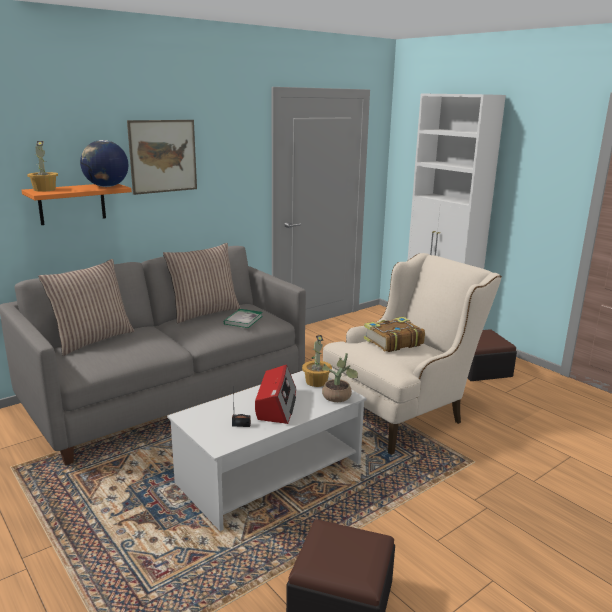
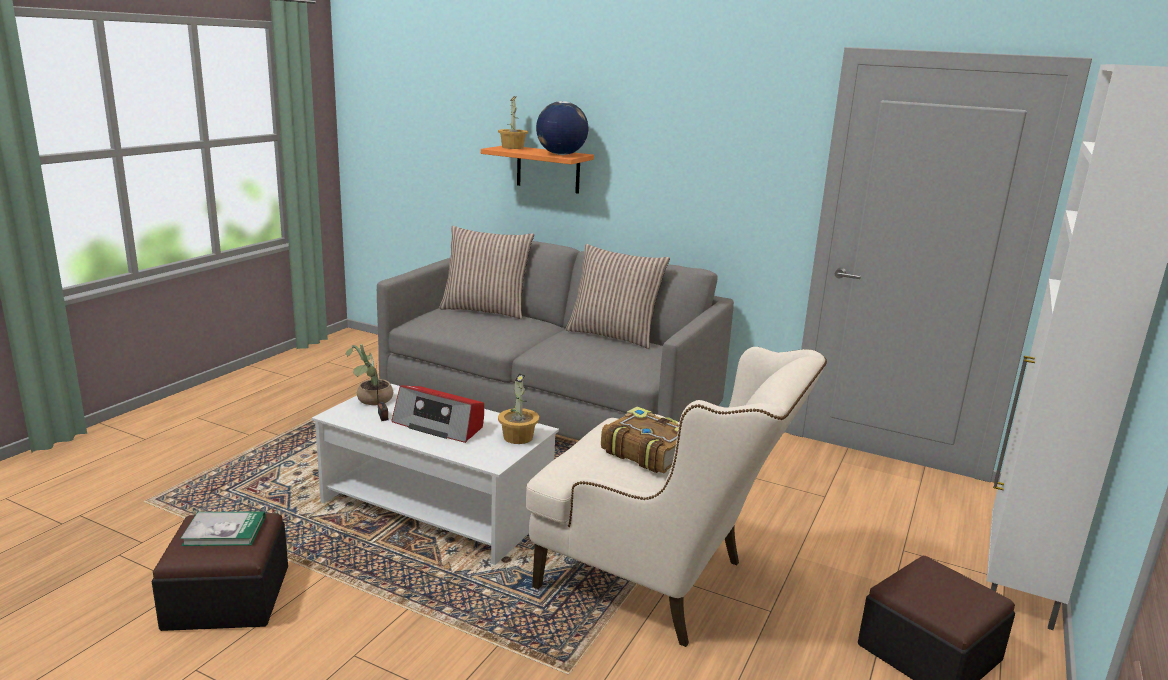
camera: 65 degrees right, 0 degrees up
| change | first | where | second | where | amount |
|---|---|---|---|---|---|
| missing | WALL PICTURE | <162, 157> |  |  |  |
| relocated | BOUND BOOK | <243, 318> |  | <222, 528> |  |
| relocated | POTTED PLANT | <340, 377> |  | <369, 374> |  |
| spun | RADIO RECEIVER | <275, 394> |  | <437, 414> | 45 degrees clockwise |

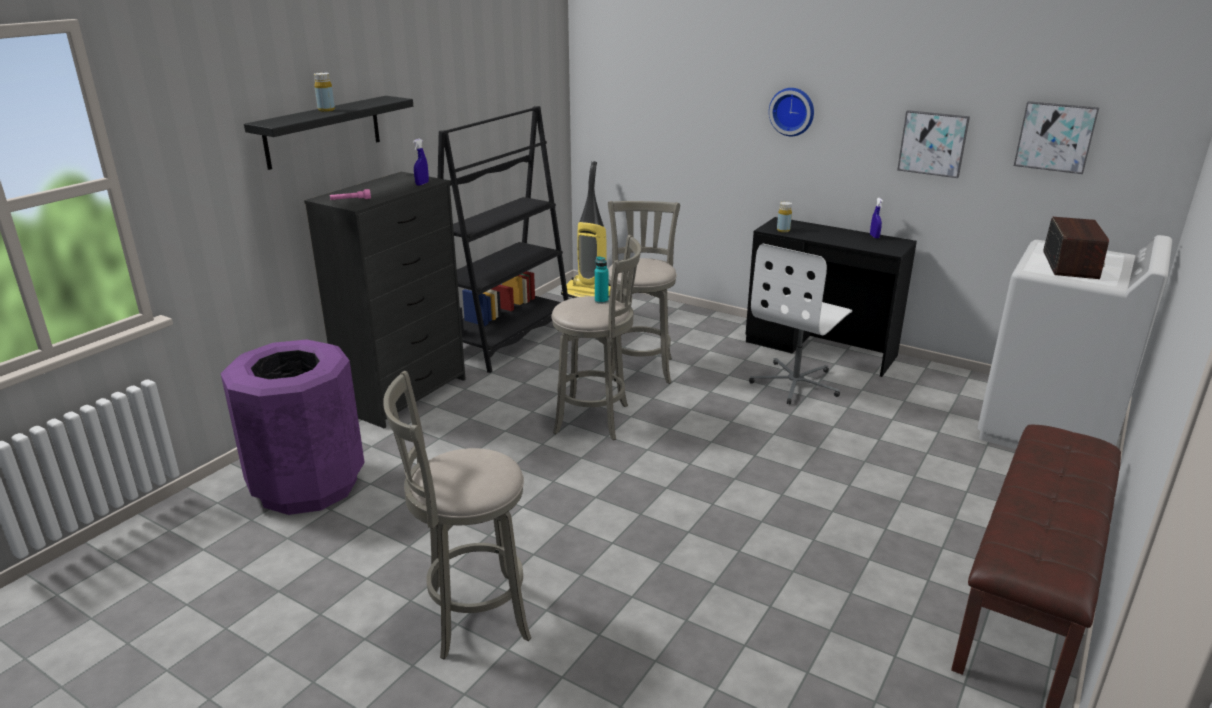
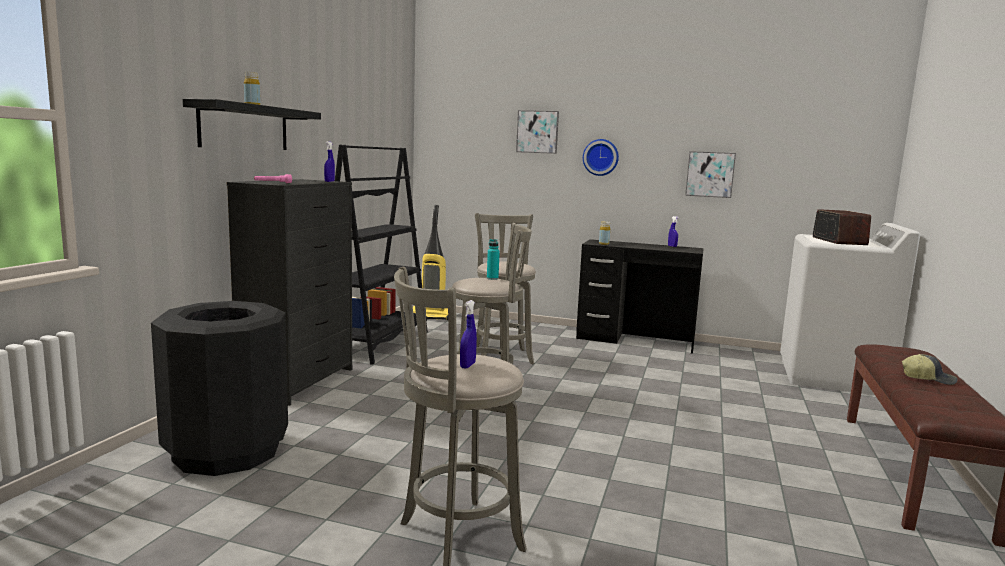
camera: 15 degrees left, 15 degrees down
| change | first | where | second | where | amount |
|---|---|---|---|---|---|
| relocated | WALL PICTURE | <1056, 137> |  | <537, 132> |  |
| missing | WHITE OFFICE CHAIR | <800, 324> |  |  |  |
| colour | PURPLE RUBBISH BIN | <292, 427> | BLACK RUBBISH BIN | <219, 388> |  |
| appeared |  |  | BLUISH HAND SPRAYER | <468, 334> |  |
| appeared |  |  | PEAKED CAP | <930, 369> |  |

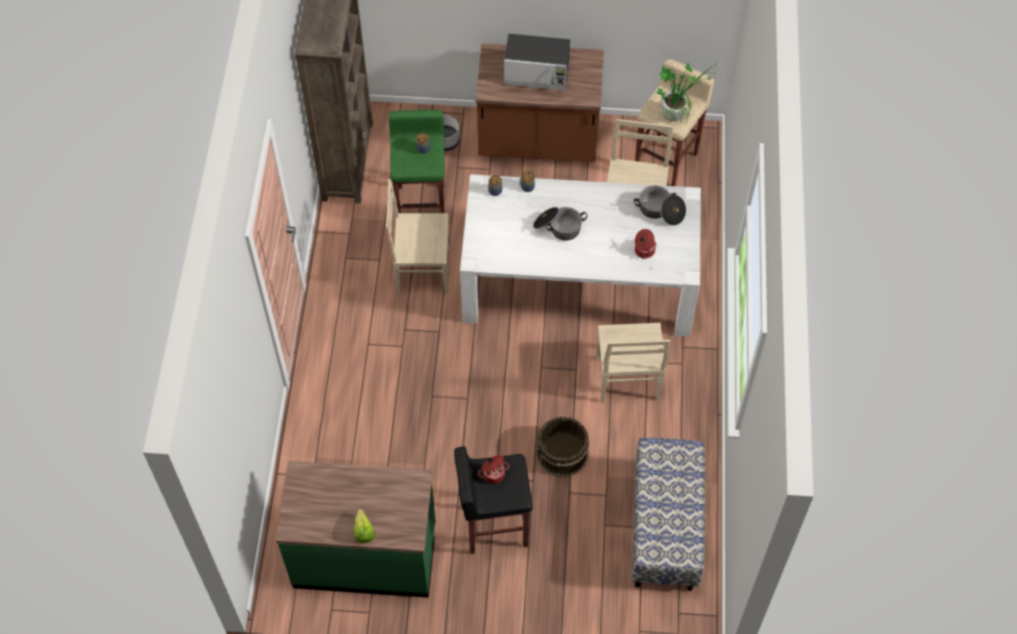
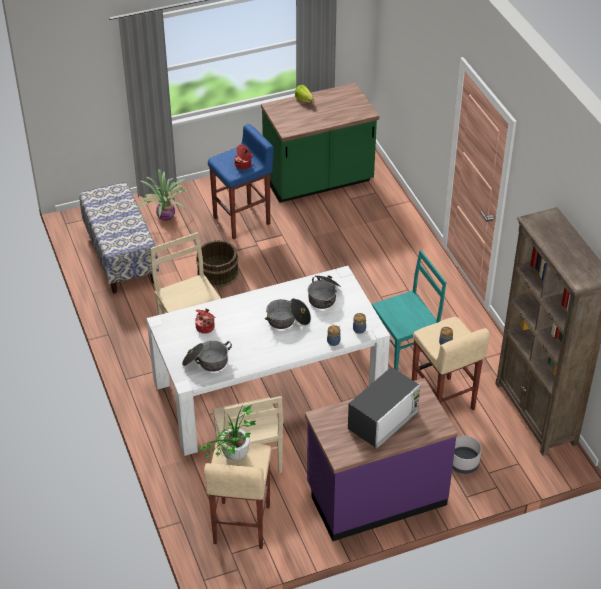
camera: 155 degrees right, 15 degrees down
| change | first | where | second | where | amount |
|---|---|---|---|---|---|
| spun | KITCHEN MICROWAVE | <537, 62> |  | <384, 407> | 150 degrees clockwise |
| colour | BROWN KITCHEN BASE UNIT | <540, 102> | PURPLE KITCHEN BASE UNIT | <381, 459> |  |
| colour | GREEN-COLOURED STOOL | <416, 161> | BEIGE STOOL | <451, 363> |  |
| colour | BEIGE CHAIR | <417, 236> | TURQUOISE CHAIR | <409, 310> |  |
| colour | BLACK STOOL | <493, 500> | BLUISH STOOL | <241, 181> |  |
| appeared |  |  | POTTED PLANT | <163, 195> |  |
| appeared |  |  | COOKING POT | <324, 292> |  |

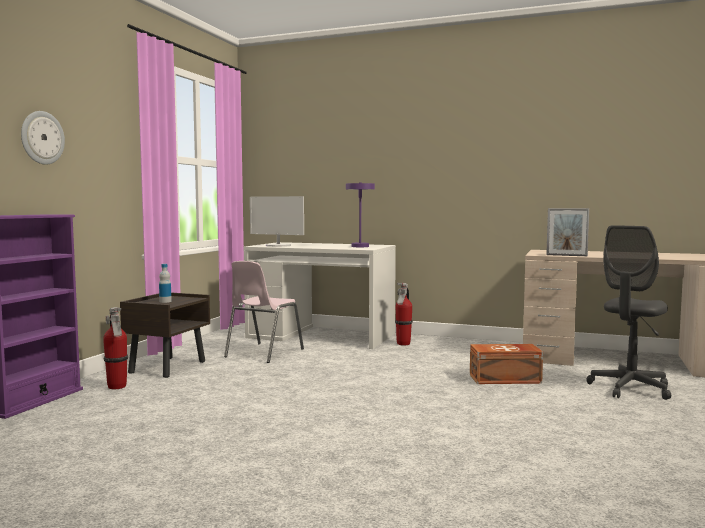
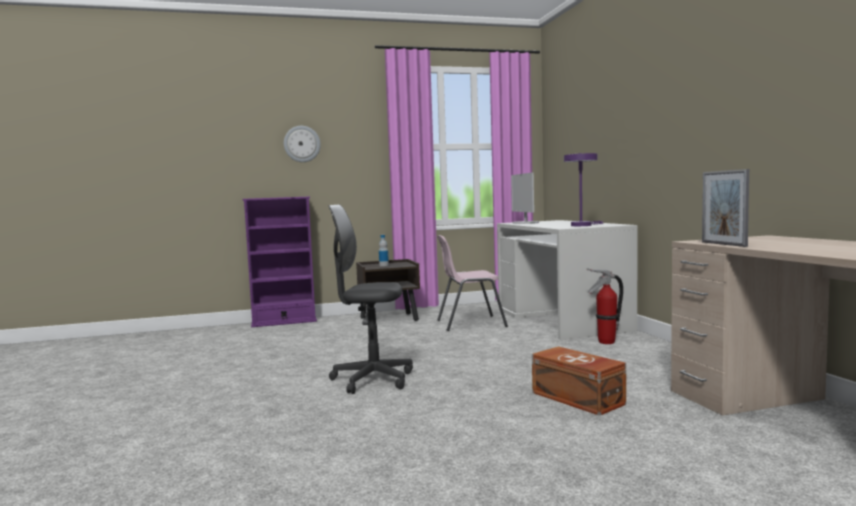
camera: 55 degrees right, 0 degrees up
| change | first | where | second | where | amount |
|---|---|---|---|---|---|
| relocated | GRAY OFFICE CHAIR | <628, 312> |  | <371, 299> |  |
| missing | FIRE-FIGHTING CYLINDER | <115, 348> |  |  |  |

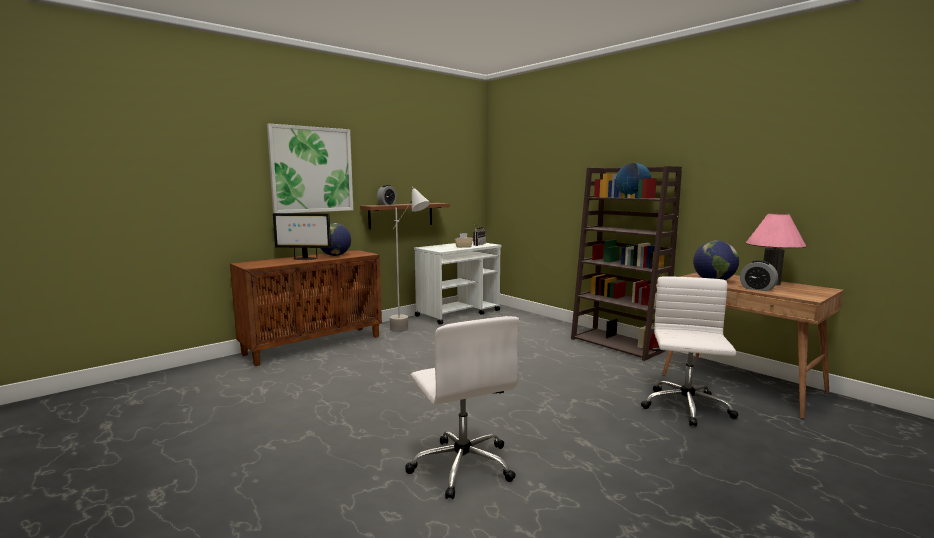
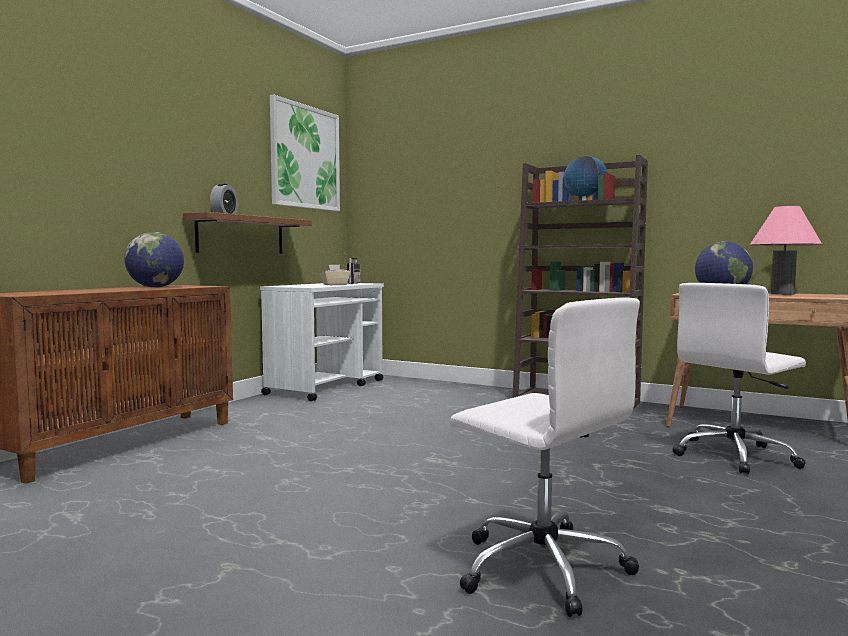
camera: 20 degrees left, 5 degrees down
| change | first | where | second | where | amount |
|---|---|---|---|---|---|
| relocated | WALL PICTURE | <310, 168> |  | <305, 153> |  |
| missing | GRAY STANDING LAMP | <410, 259> |  |  |  |
| missing | COMPUTER SCREEN | <302, 236> |  |  |  |
| missing | ALARM CLOCK | <759, 276> |  |  |  |
| spun | WHITE OFFICE CHAIR | <690, 351> |  | <739, 378> | 120 degrees counterclockwise |

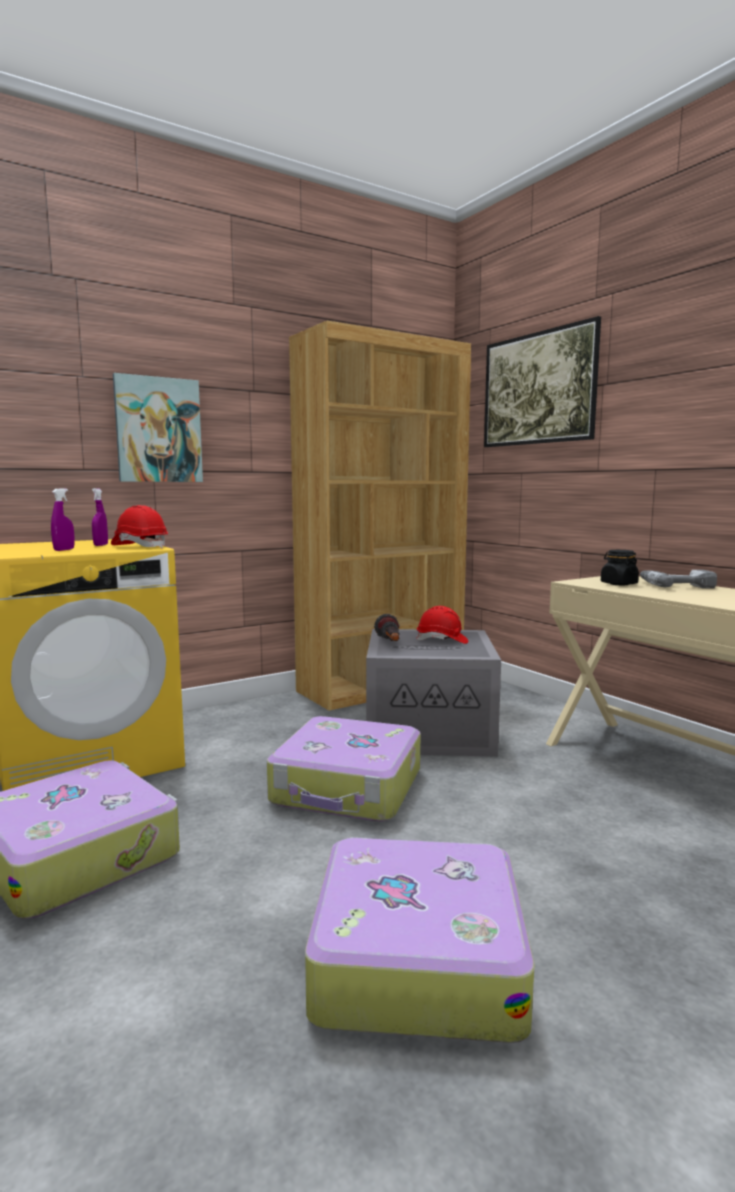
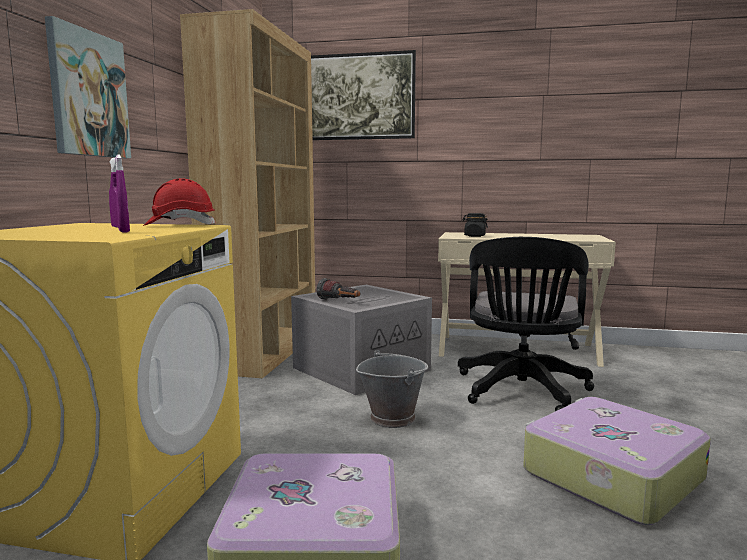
camera: 45 degrees left, 0 degrees up
| change | first | where | second | where | amount |
|---|---|---|---|---|---|
| missing | DRILL | <678, 579> |  |  |  |
| missing | RED-COLOURED WORK HELMET | <442, 625> |  |  |  |
| exchanged | SUITCASE | <344, 769> | GRAY WATER BUCKET | <392, 389> |  |
| appeared |  |  | BLACK OFFICE CHAIR | <526, 324> |  |

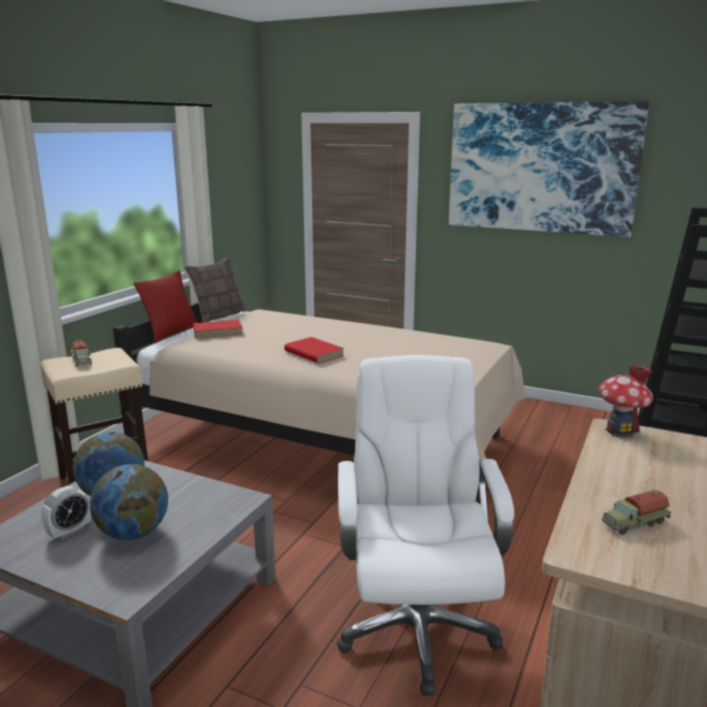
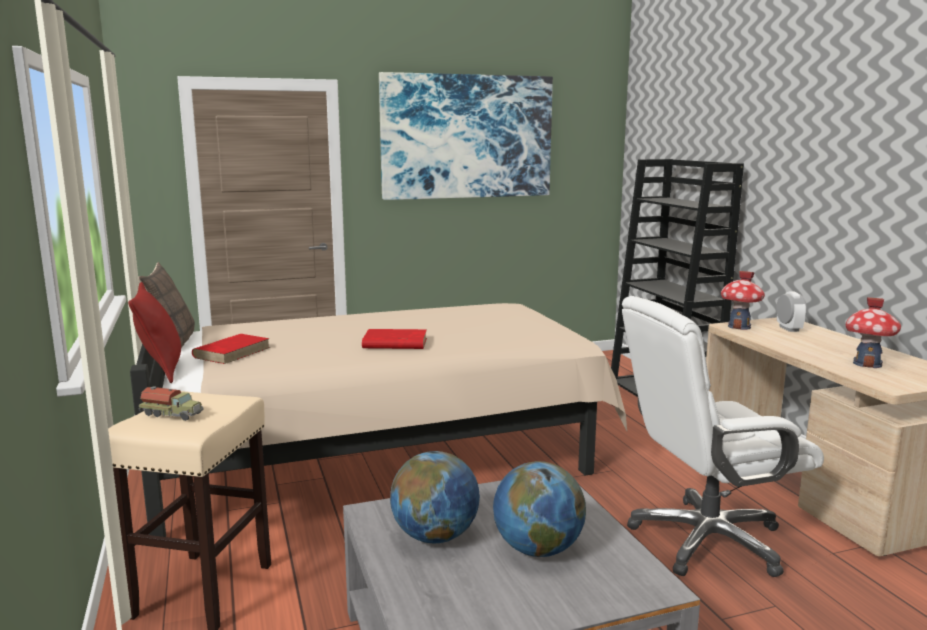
camera: 45 degrees left, 5 degrees down
| change | first | where | second | where | amount |
|---|---|---|---|---|---|
| spun | WHITE OFFICE CHAIR | <425, 525> |  | <723, 436> | 60 degrees counterclockwise |
| relocated | ALARM CLOCK | <66, 513> |  | <791, 311> |  |
| exchanged | TOY LORRY | <636, 512> | MINIATURE HOUSE | <873, 332> |  |

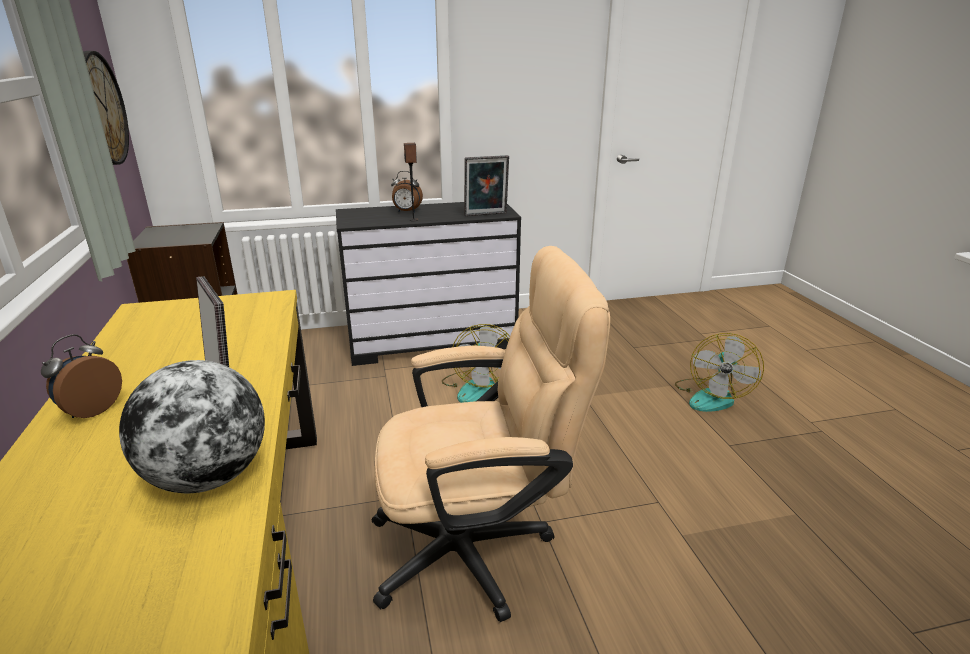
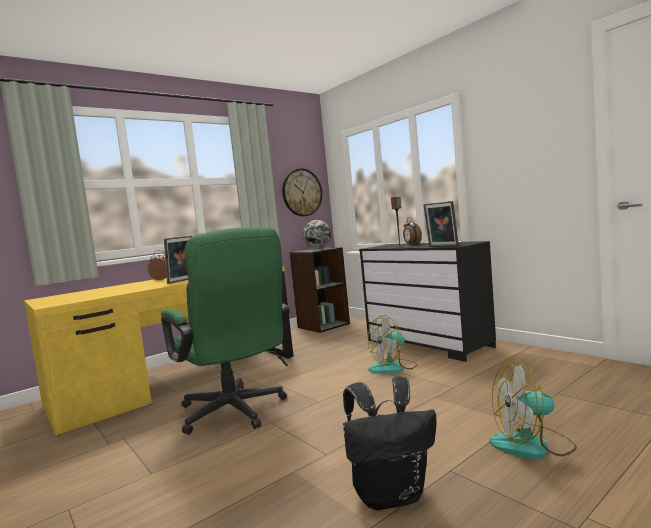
camera: 65 degrees right, 20 degrees down
| change | first | where | second | where | amount |
|---|---|---|---|---|---|
| colour | BEIGE OFFICE CHAIR | <491, 434> | GREEN-COLOURED OFFICE CHAIR | <225, 331> |  |
| relocated | GLOBE | <192, 427> |  | <317, 234> |  |
| appeared |  |  | BLACK RUCKSACK | <389, 443> |  |

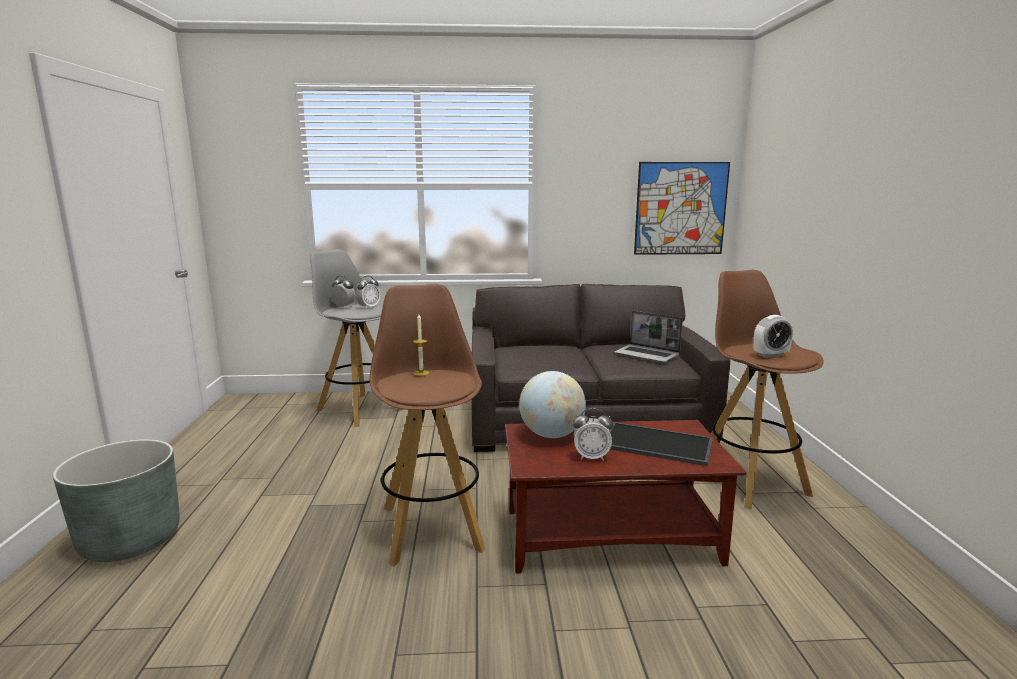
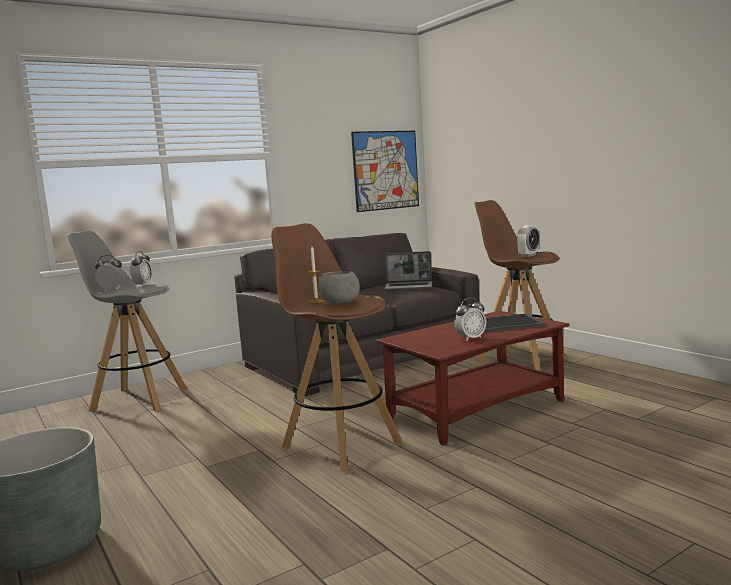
camera: 30 degrees left, 5 degrees down
| change | first | where | second | where | amount |
|---|---|---|---|---|---|
| missing | GLOBE | <552, 404> |  |  |  |
| appeared |  |  | GRAY DEEP DISH | <339, 287> |  |

